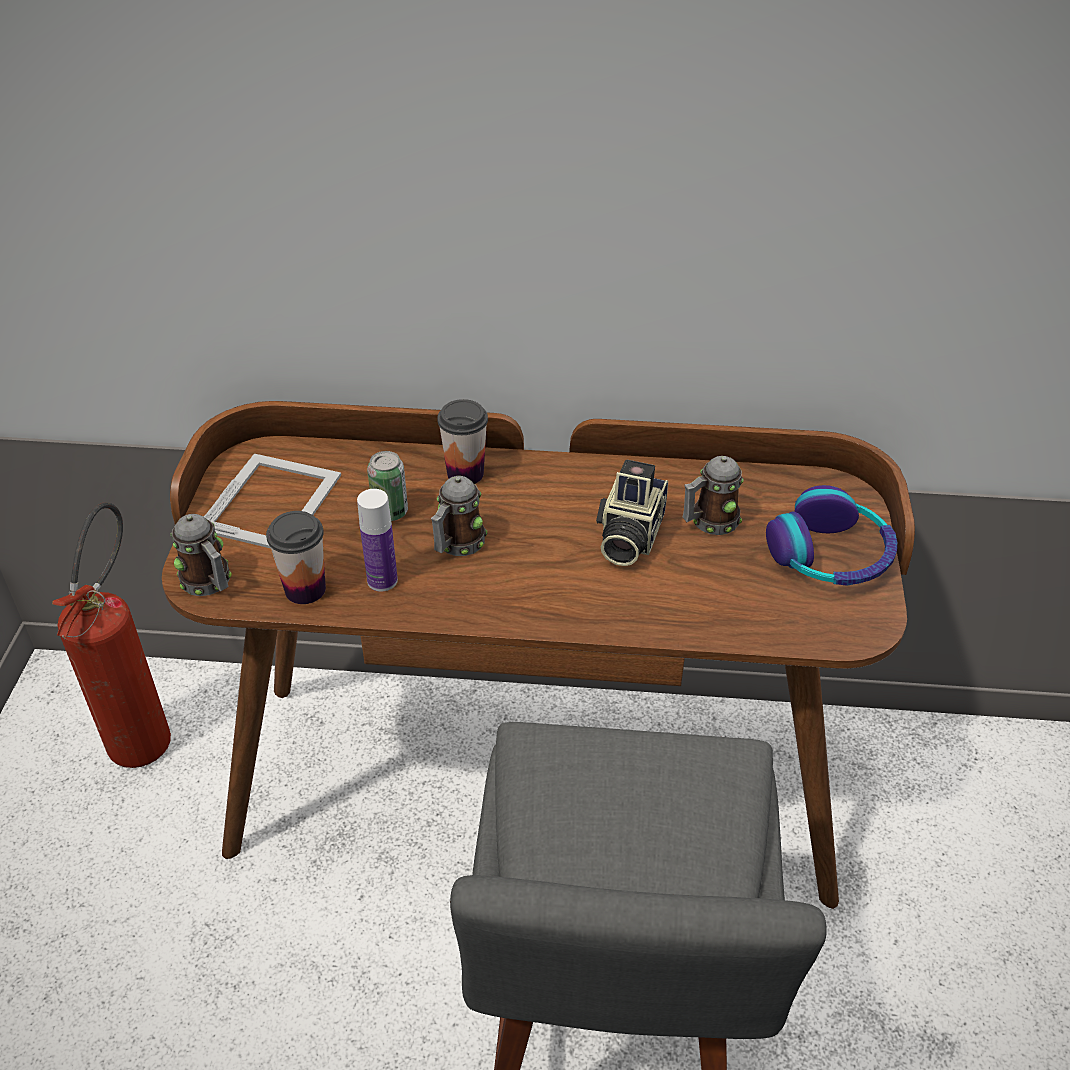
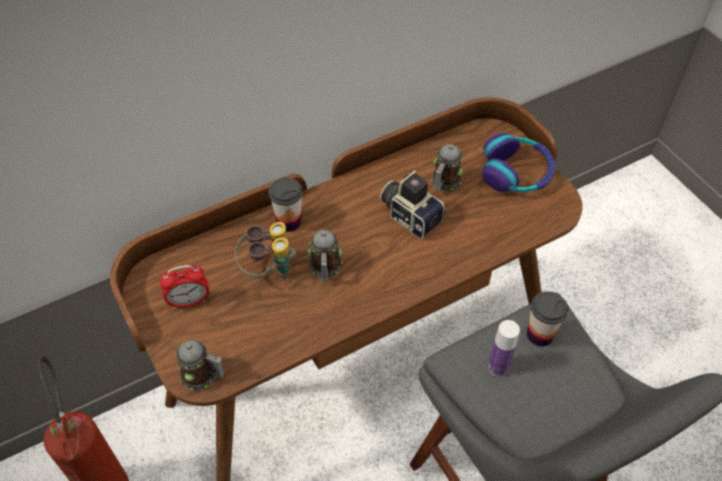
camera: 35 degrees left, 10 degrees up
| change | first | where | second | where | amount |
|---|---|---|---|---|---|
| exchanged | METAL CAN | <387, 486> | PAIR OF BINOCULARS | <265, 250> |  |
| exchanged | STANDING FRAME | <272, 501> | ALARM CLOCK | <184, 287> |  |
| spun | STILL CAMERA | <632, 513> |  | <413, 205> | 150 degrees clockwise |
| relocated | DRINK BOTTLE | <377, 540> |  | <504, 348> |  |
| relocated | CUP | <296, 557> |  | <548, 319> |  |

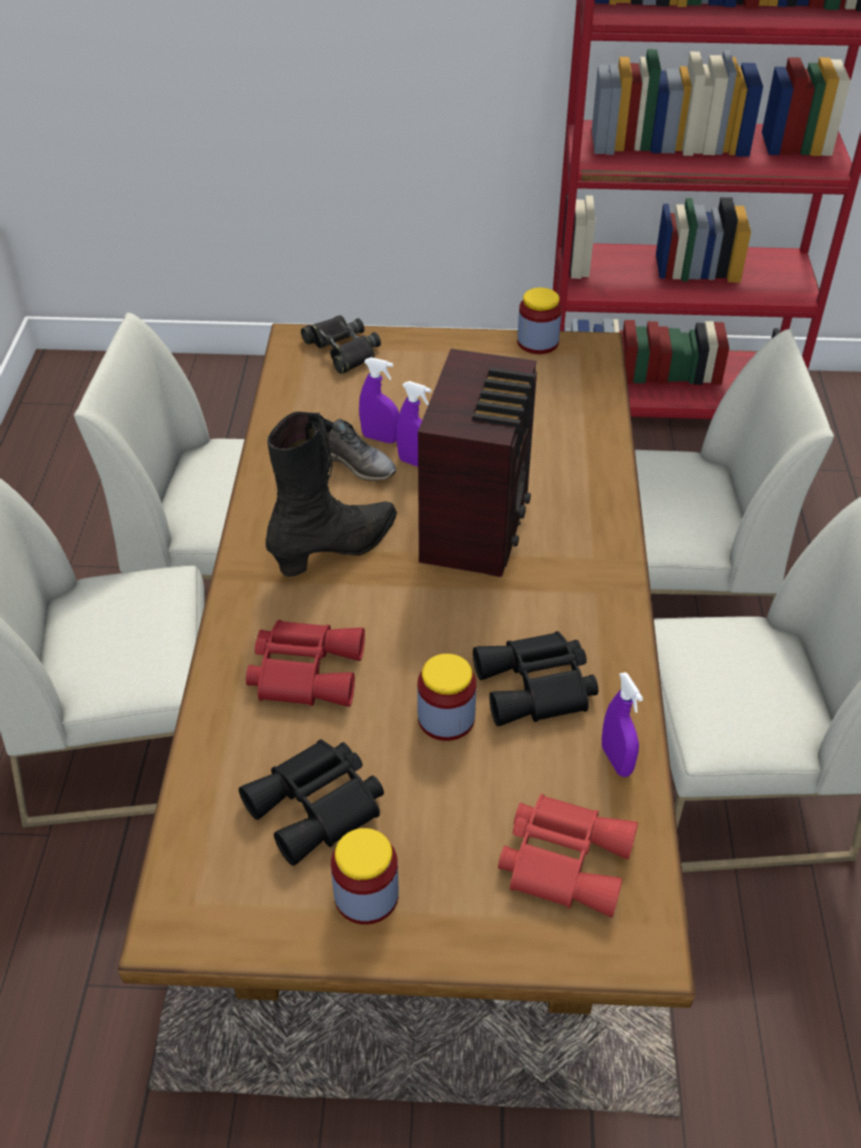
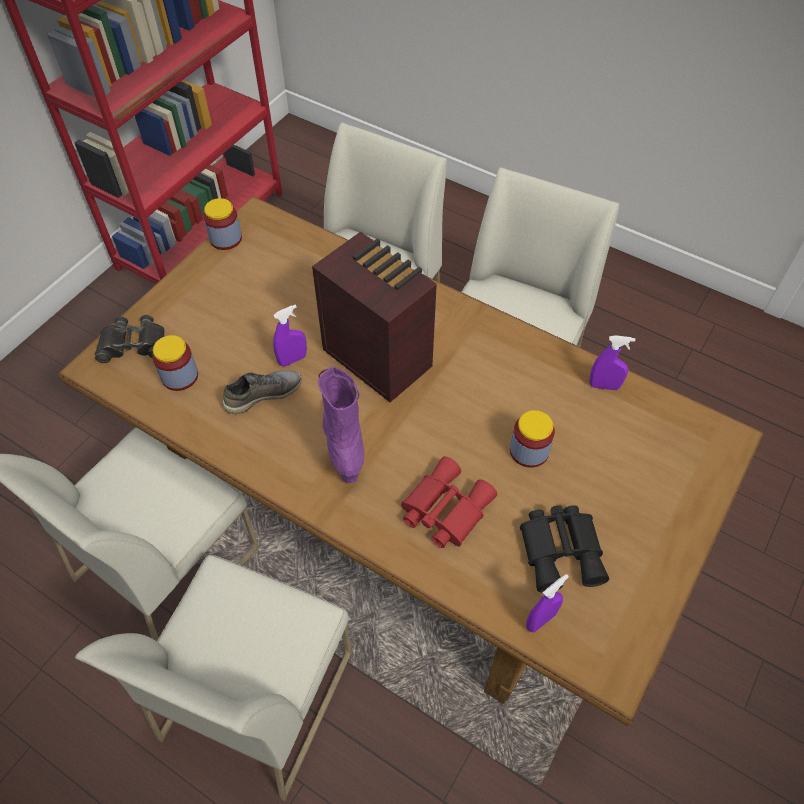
camera: 60 degrees left, 10 degrees up
| change | first | where | second | where | amount |
|---|---|---|---|---|---|
| relocated | PURPLE HAND SPRAYER | <379, 400> |  | <547, 603> |  |
| colour | BLACK TALL BOOT | <331, 494> | PURPLE TALL BOOT | <341, 424> |  |
| missing | BLACK PAIR OF BINOCULARS | <535, 678> |  |  |  |
| missing | RED-COLOURED PAIR OF BINOCULARS | <568, 856> |  |  |  |
| relocated | PRESERVE JAR | <365, 876> |  | <175, 363> |  |

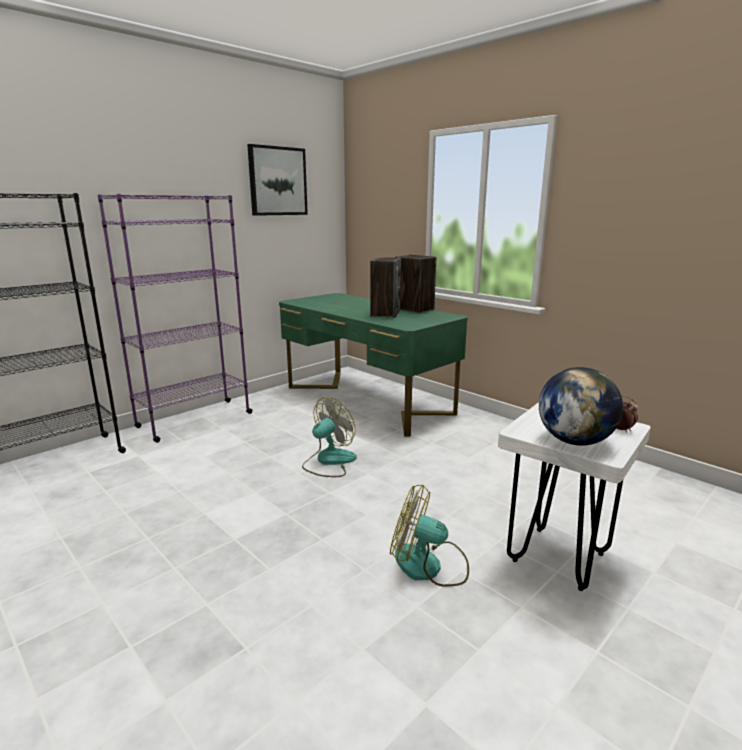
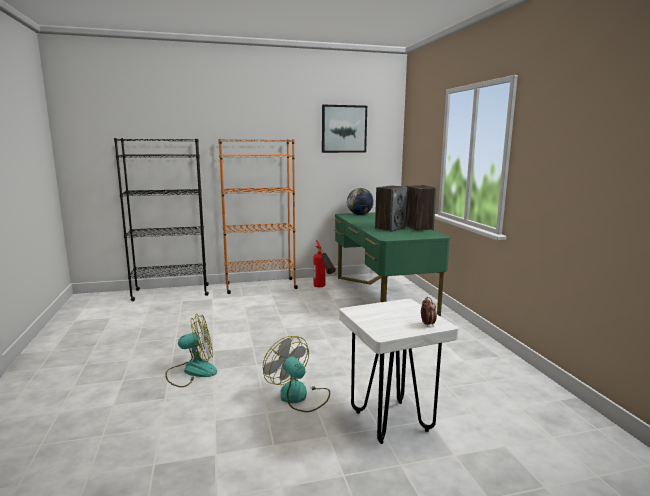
camera: 30 degrees right, 5 degrees down
| change | first | where | second | where | amount |
|---|---|---|---|---|---|
| colour | PURPLE SHELVING UNIT | <175, 318> | ORANGE SHELVING UNIT | <258, 216> |  |
| relocated | GLOBE | <581, 406> |  | <360, 201> |  |
| relocated | COOLING FAN | <329, 437> |  | <191, 350> |  |
| appeared |  |  | FIRE-FIGHTING CYLINDER | <324, 263> |  |

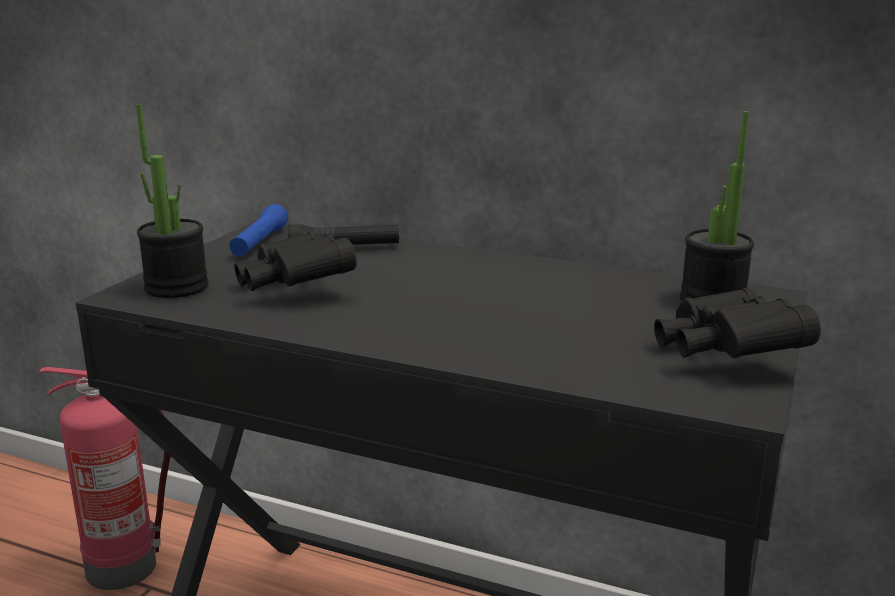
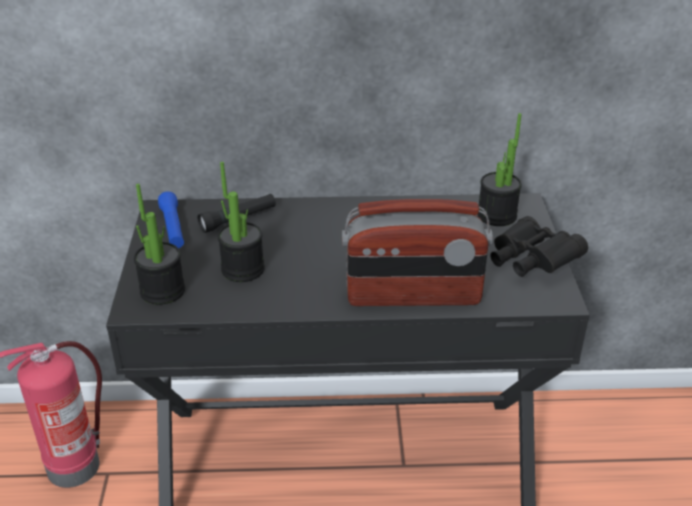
camera: 25 degrees left, 15 degrees up
| change | first | where | second | where | amount |
|---|---|---|---|---|---|
| exchanged | BLACK PAIR OF BINOCULARS | <295, 261> | POTTED PLANT | <241, 222> |  |
| appeared |  |  | RADIO RECEIVER | <417, 252> |  |

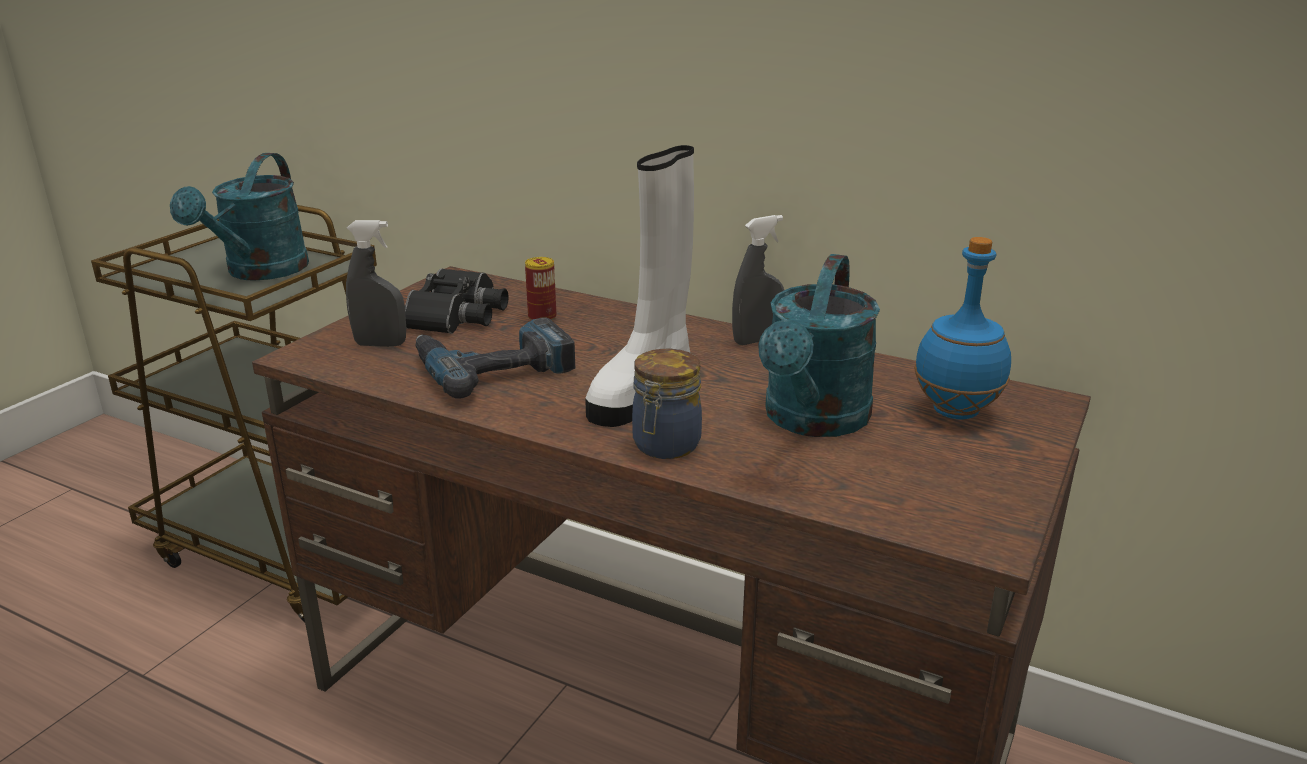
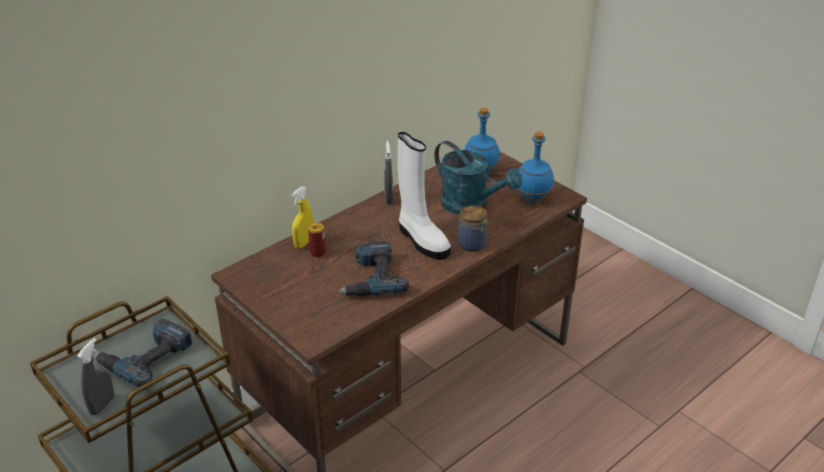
camera: 70 degrees left, 10 degrees up
| change | first | where | second | where | amount |
|---|---|---|---|---|---|
| exchanged | TURQUOISE WATERING CAN | <239, 217> | DRILL | <143, 352> |  |
| relocated | GRAY HAND SPRAYER | <376, 283> |  | <95, 376> |  |
| missing | BLACK PAIR OF BINOCULARS | <457, 301> |  |  |  |
| appeared |  |  | BLUISH DRINK BOTTLE | <536, 167> |  |
| appeared |  |  | YELLOW HAND SPRAYER | <303, 217> |  |

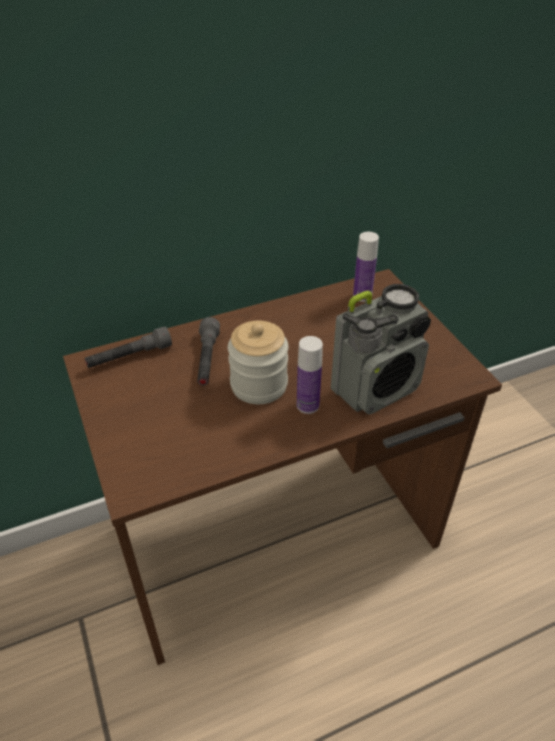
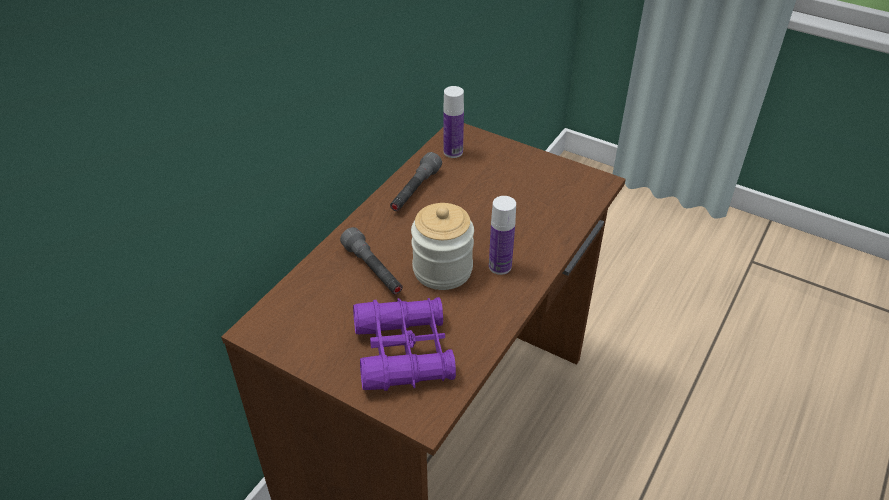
camera: 35 degrees left, 0 degrees up
| change | first | where | second | where | amount |
|---|---|---|---|---|---|
| missing | RADIO RECEIVER | <381, 349> |  |  |  |
| relocated | GRAY HAND TORCH | <128, 347> |  | <416, 181> |  |
| appeared |  |  | PURPLE PAIR OF BINOCULARS | <404, 344> |  |

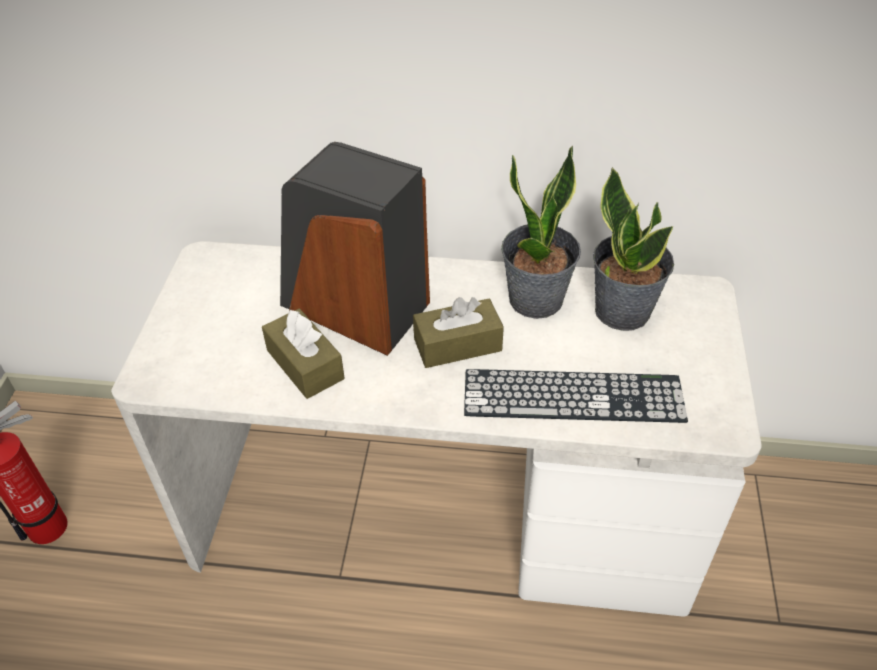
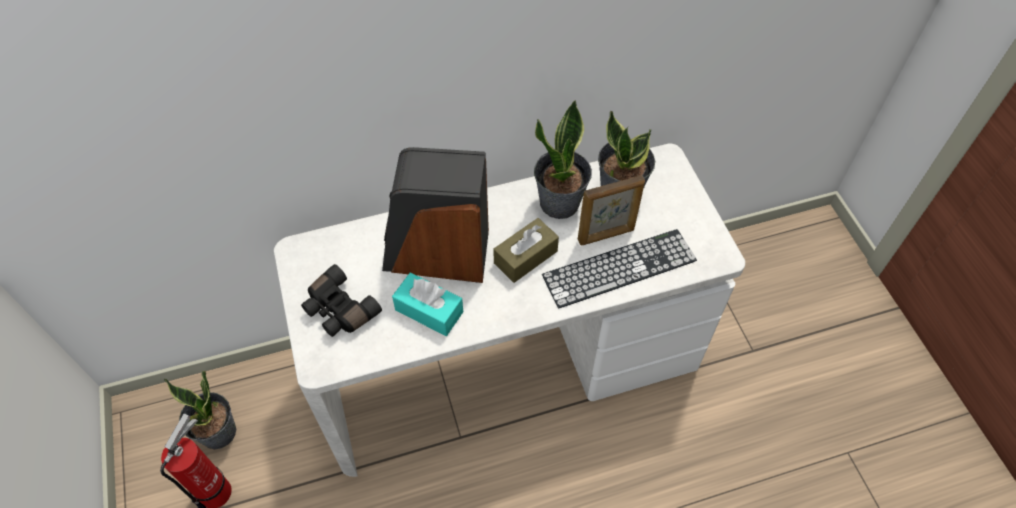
camera: 25 degrees left, 10 degrees up
| change | first | where | second | where | amount |
|---|---|---|---|---|---|
| colour | BROWN BOX OF TISSUES | <303, 354> | TURQUOISE BOX OF TISSUES | <427, 304> |  |
| appeared |  |  | STANDING FRAME | <611, 210> |  |
| appeared |  |  | BLACK PAIR OF BINOCULARS | <341, 300> |  |
| appeared |  |  | POTTED PLANT | <200, 410> |  |

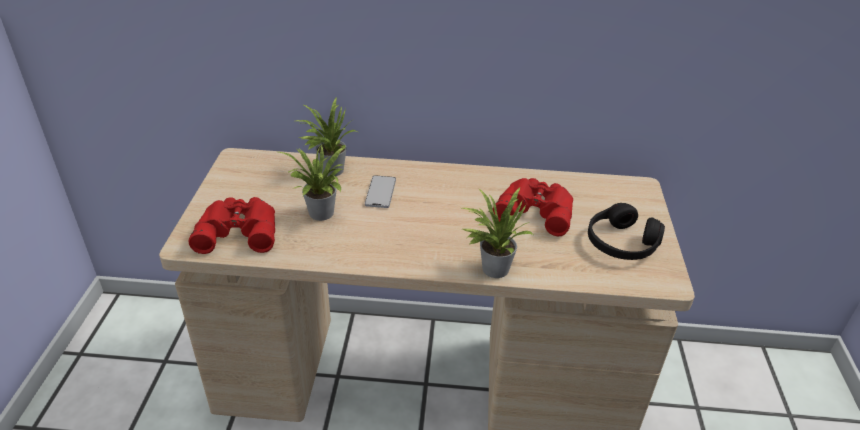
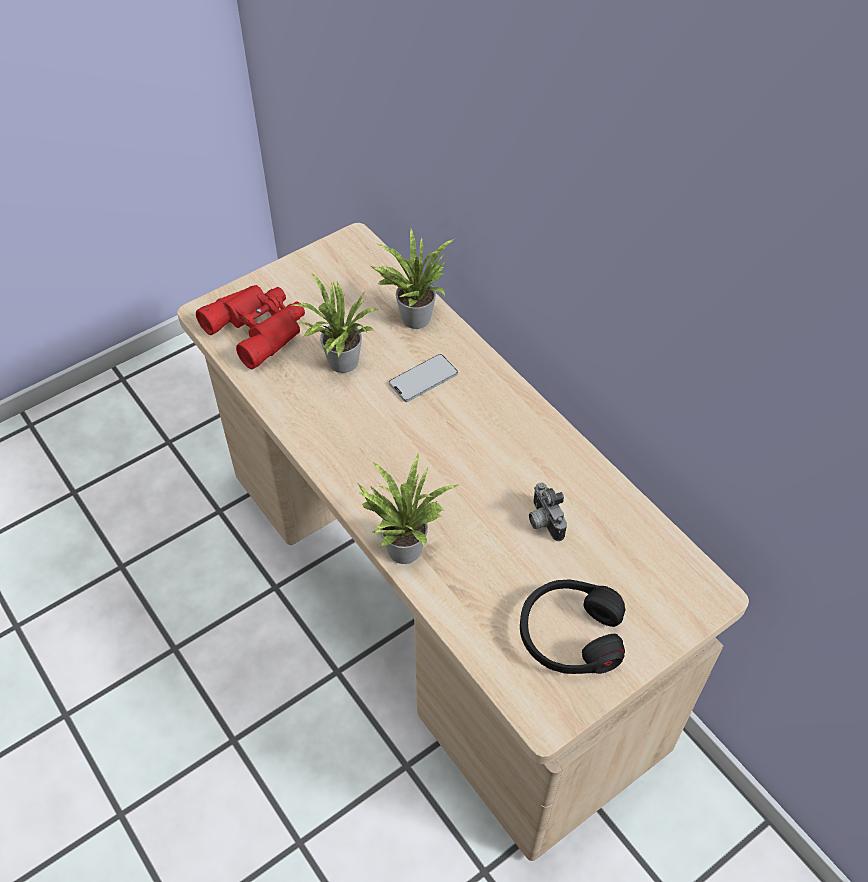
camera: 50 degrees right, 15 degrees up
| change | first | where | second | where | amount |
|---|---|---|---|---|---|
| exchanged | RED-COLOURED PAIR OF BINOCULARS | <533, 207> | STILL CAMERA | <548, 511> |  |

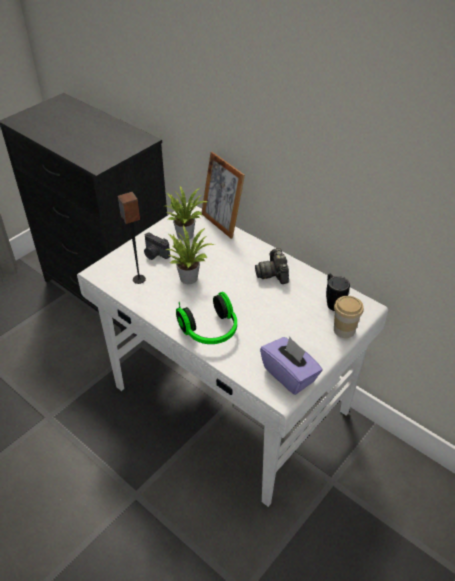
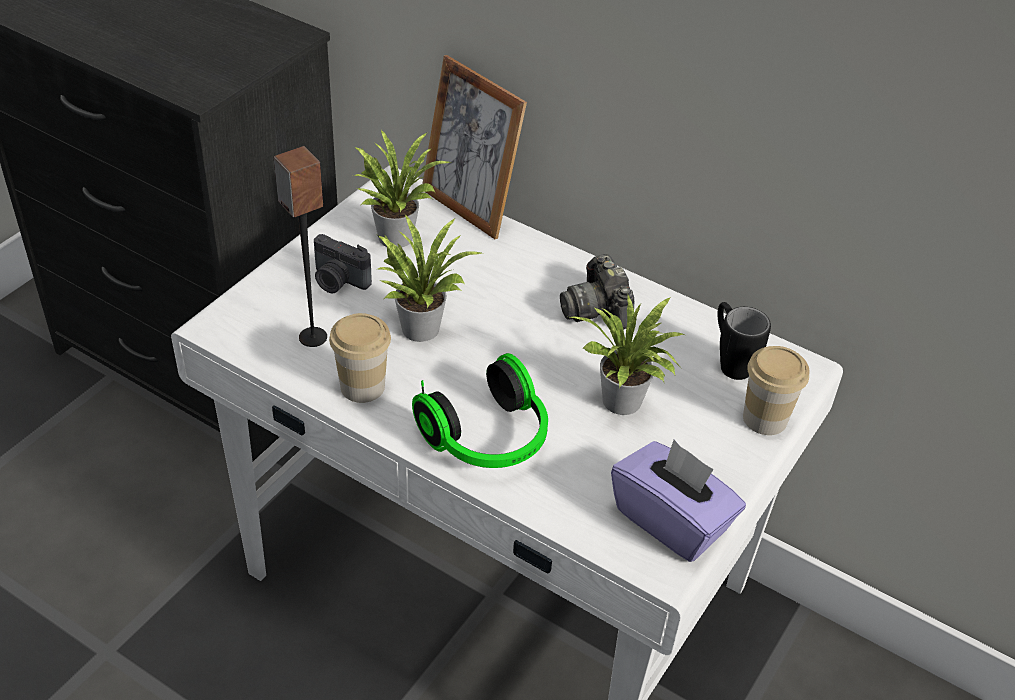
camera: 10 degrees left, 0 degrees up
| change | first | where | second | where | amount |
|---|---|---|---|---|---|
| appeared |  |  | POTTED PLANT | <627, 355> |  |
| appeared |  |  | CUP | <360, 358> |  |

